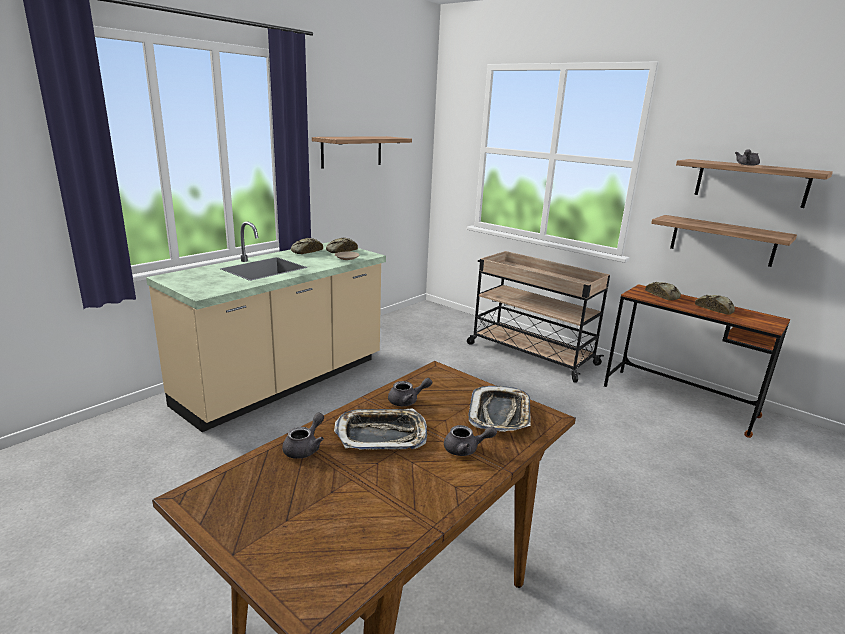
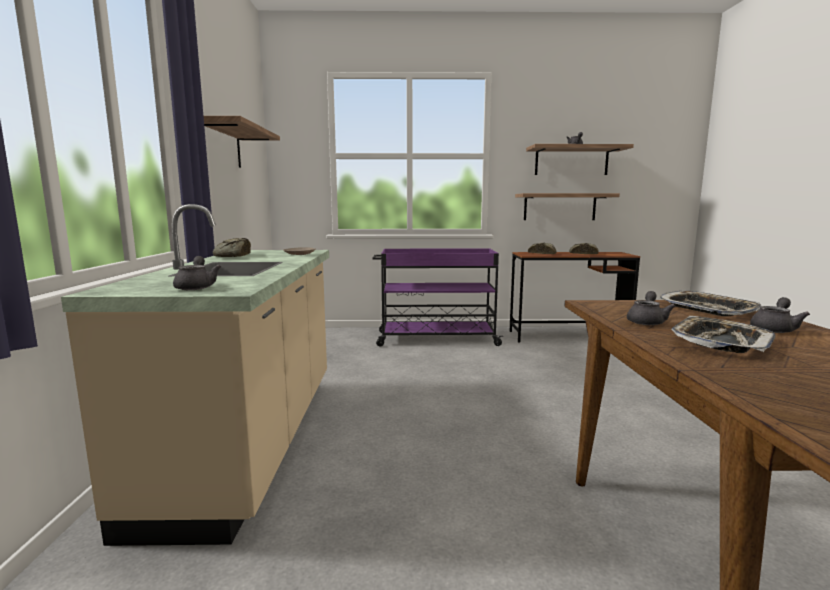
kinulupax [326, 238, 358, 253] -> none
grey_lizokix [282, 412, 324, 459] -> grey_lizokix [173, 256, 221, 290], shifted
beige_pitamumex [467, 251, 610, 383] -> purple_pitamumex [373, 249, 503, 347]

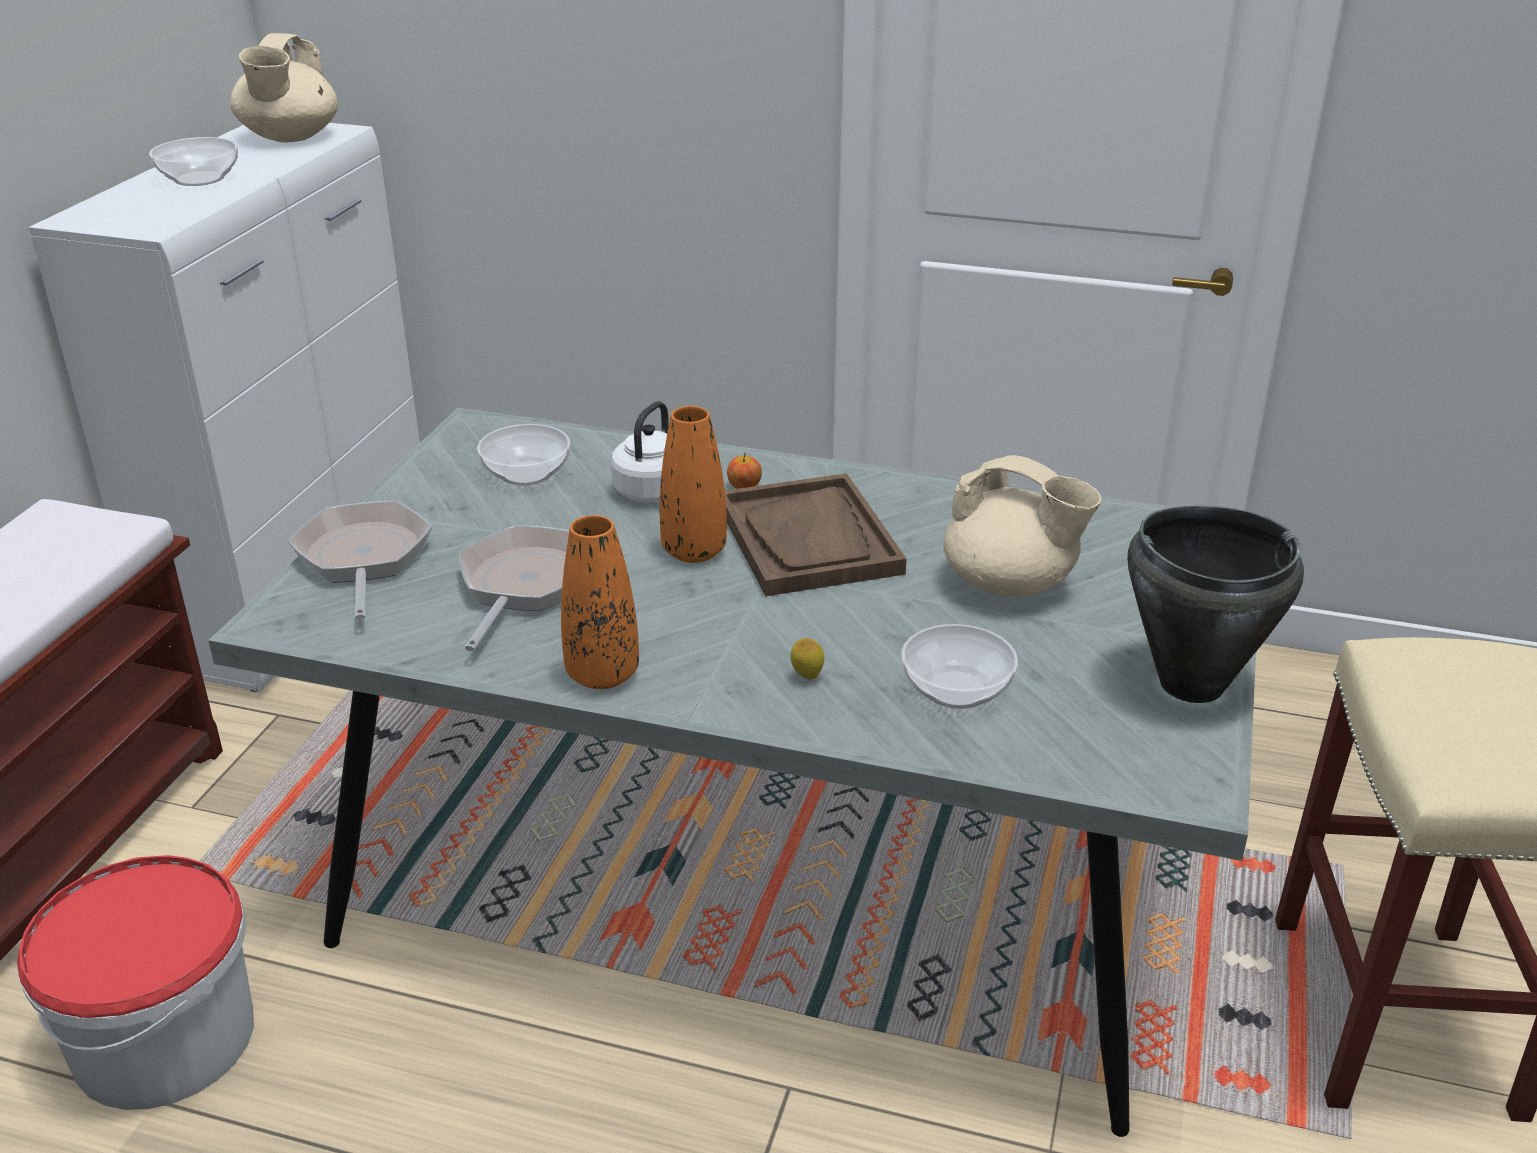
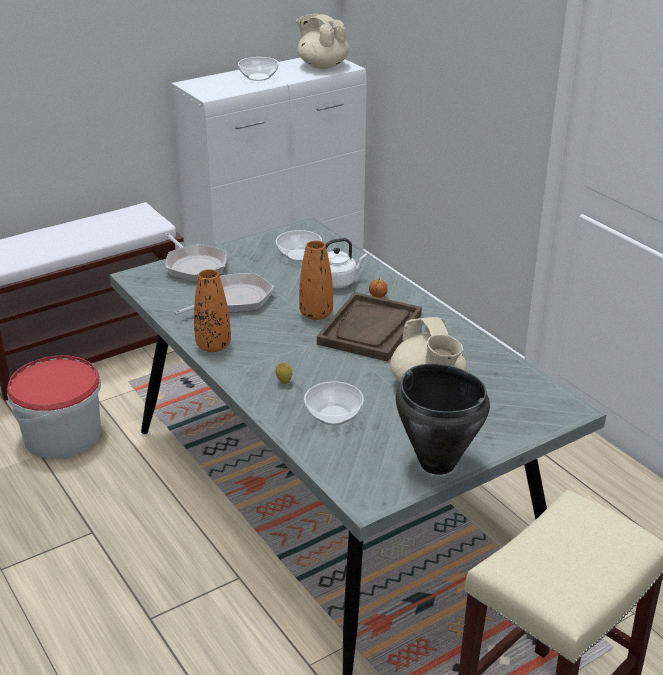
beige_lizokix [230, 33, 338, 143] -> beige_lizokix [296, 14, 349, 69], 90 degrees clockwise
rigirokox [288, 500, 433, 620] -> rigirokox [165, 233, 227, 282], 120 degrees clockwise

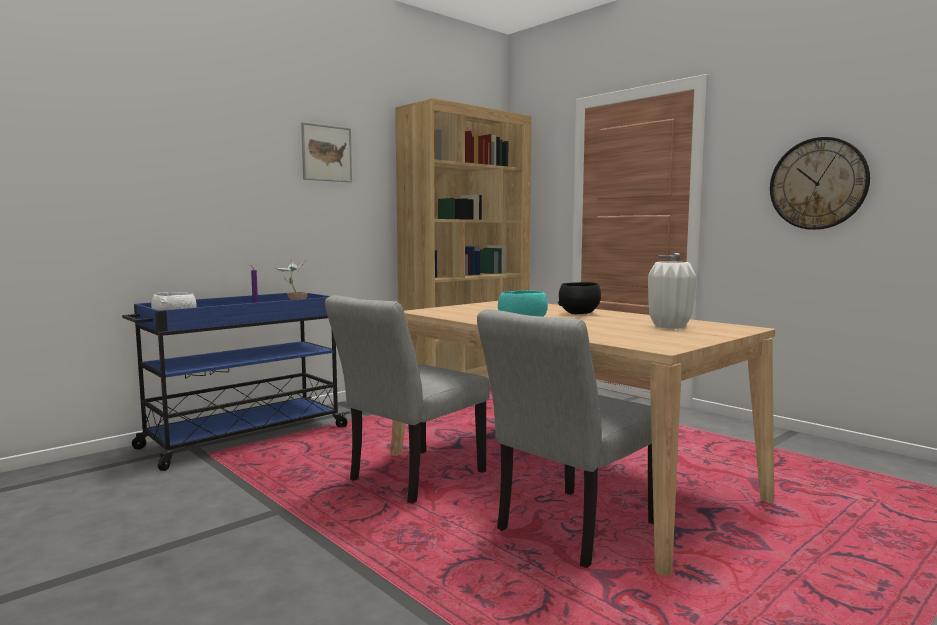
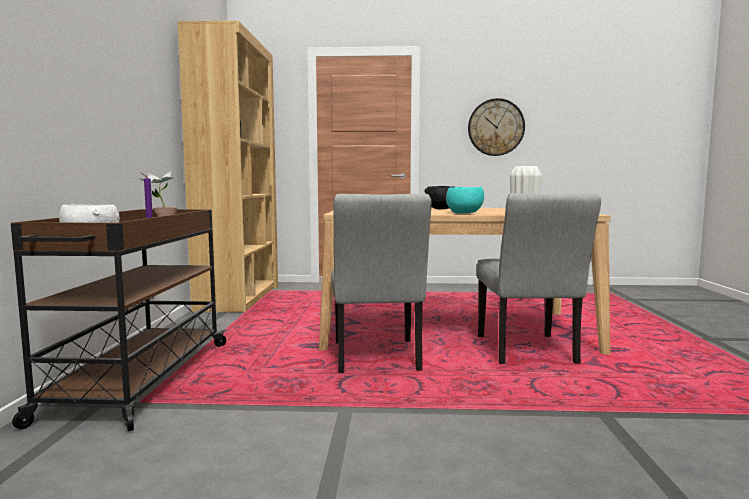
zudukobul [301, 122, 352, 182] -> none
blue_pitamumex [122, 293, 349, 471] -> brown_pitamumex [11, 209, 228, 431]

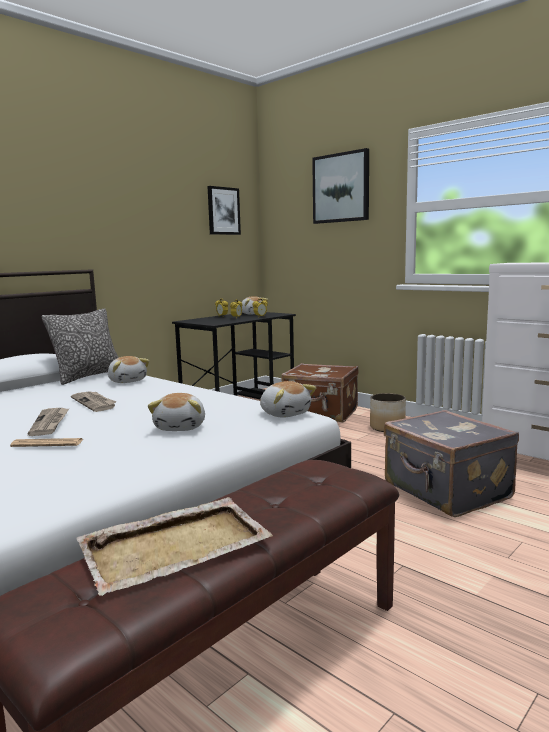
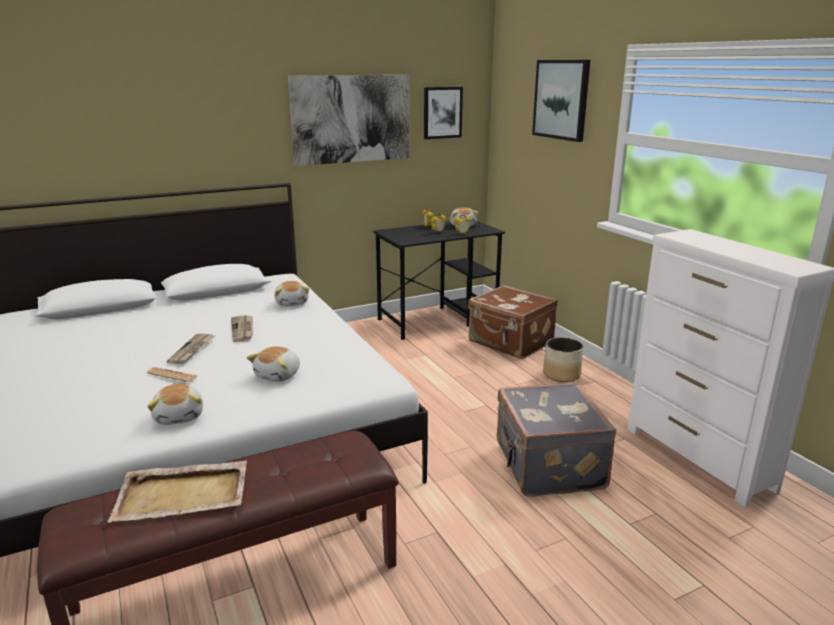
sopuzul [42, 308, 119, 385] -> none
none -> zudukobul [288, 75, 409, 166]
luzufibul [260, 381, 316, 418] -> luzufibul [147, 384, 203, 425], shifted

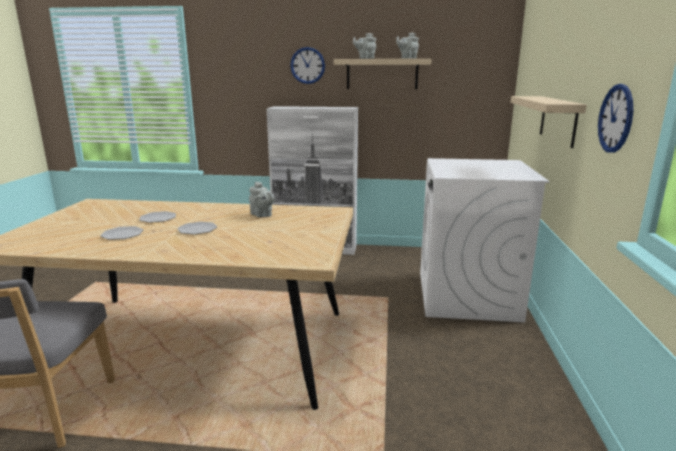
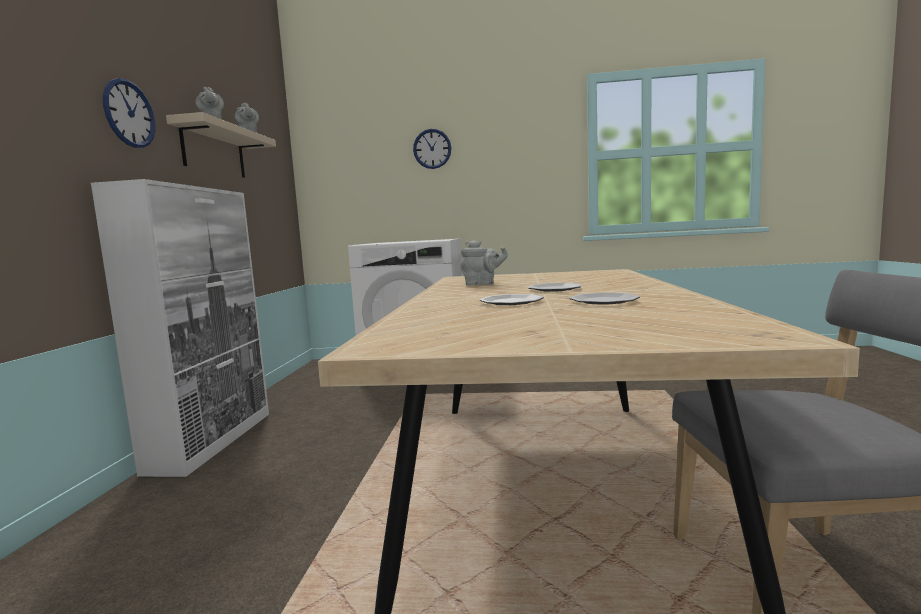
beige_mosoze [511, 96, 587, 148] -> none
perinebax [598, 84, 633, 153] -> perinebax [413, 129, 451, 169], shifted
grey_lizokix [249, 181, 275, 217] -> grey_lizokix [460, 240, 508, 285], 45 degrees clockwise

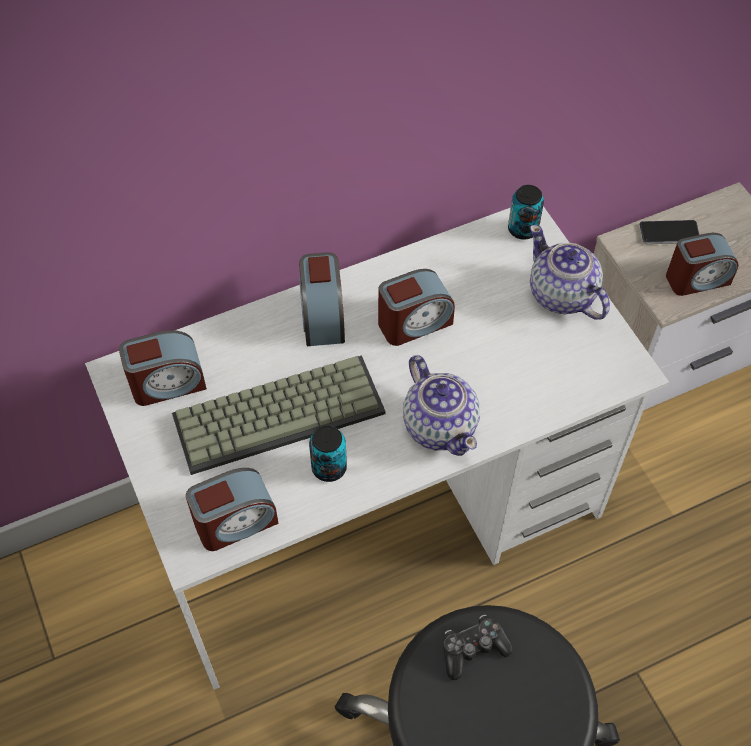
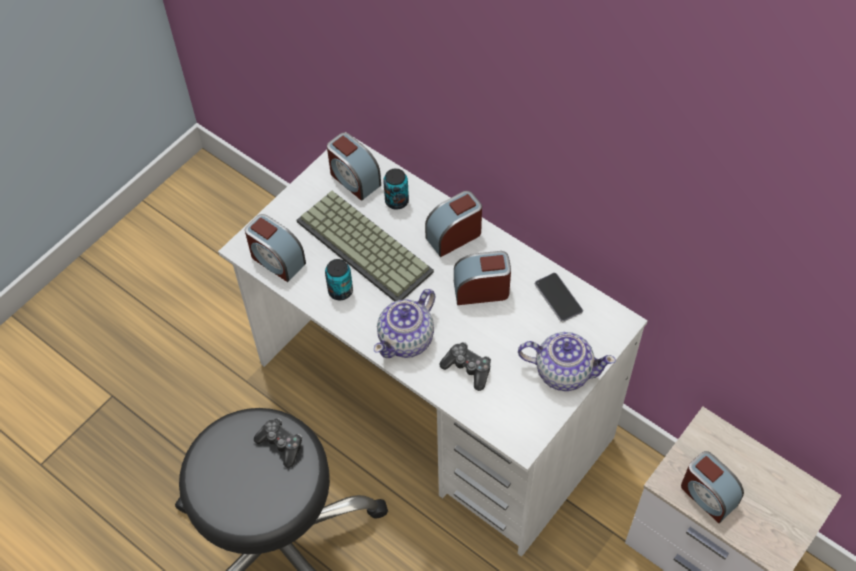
none -> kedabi [440, 342, 491, 391]
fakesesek [508, 185, 544, 240] -> fakesesek [383, 168, 409, 210], shifted
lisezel [639, 220, 700, 244] -> lisezel [535, 273, 583, 322], shifted
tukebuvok [378, 269, 455, 346] -> tukebuvok [454, 251, 511, 305], 135 degrees clockwise
lizokix [530, 225, 610, 320] -> lizokix [518, 332, 616, 391], 75 degrees clockwise

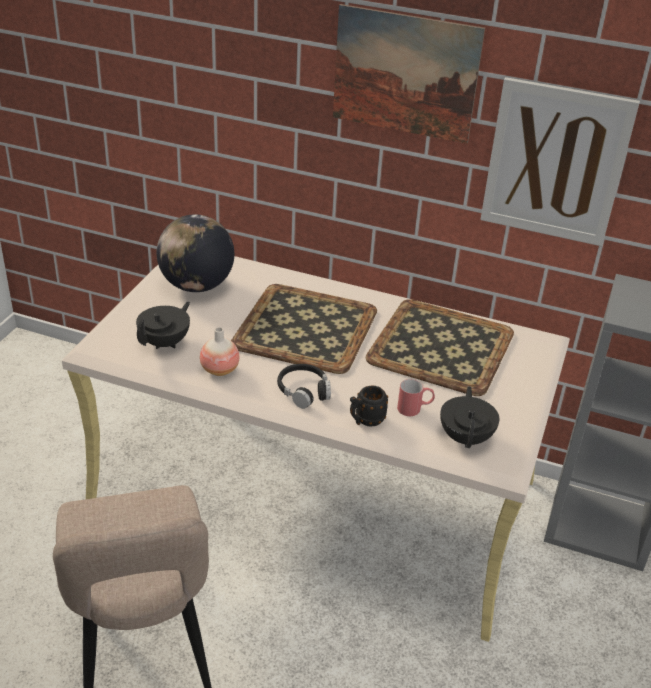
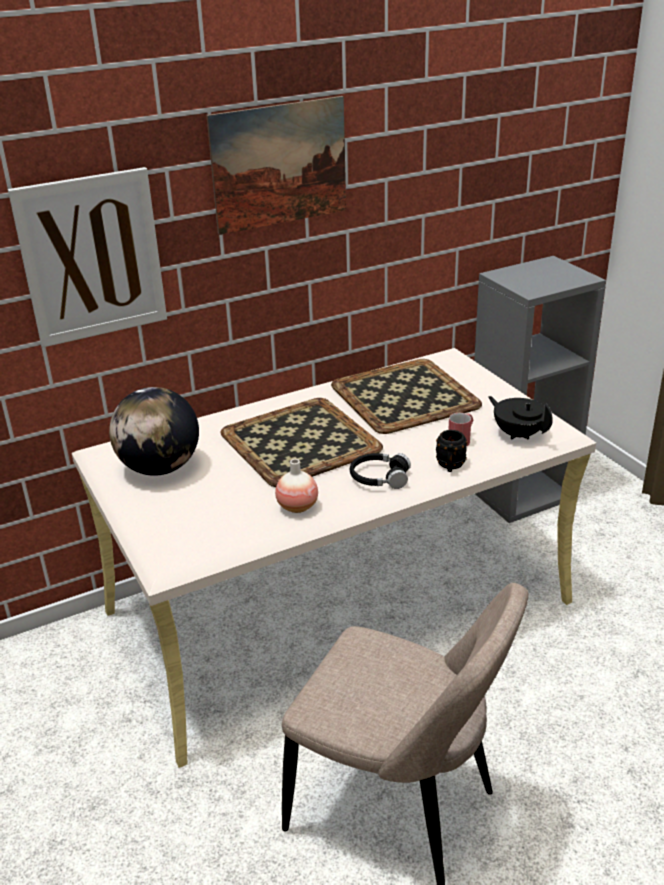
black_lizokix [136, 302, 190, 349] -> none
zudukobul [480, 77, 640, 246] -> zudukobul [8, 167, 167, 348], shifted

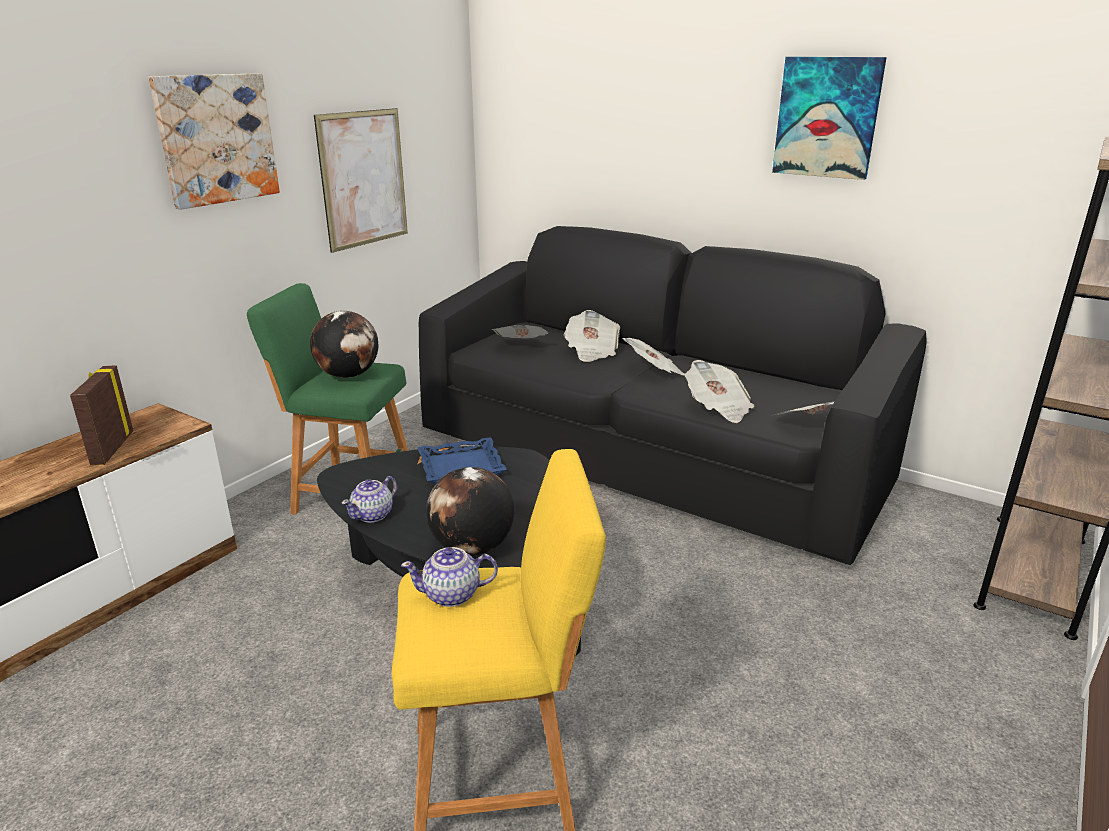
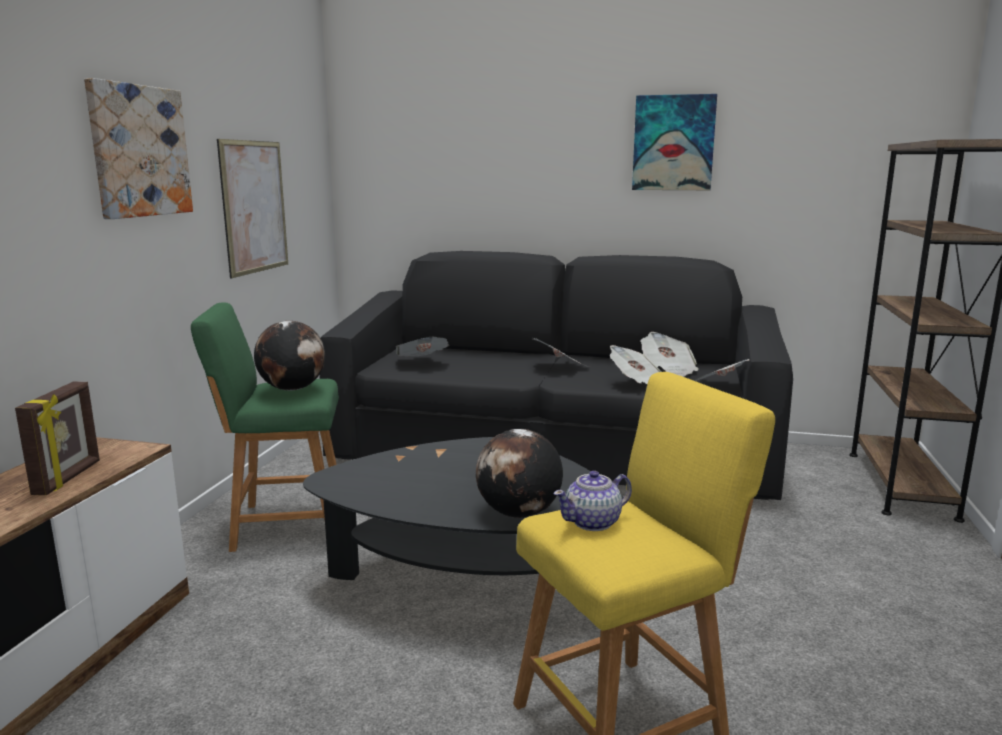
lizokix [342, 476, 397, 523] -> none
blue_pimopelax [417, 437, 507, 484] -> none
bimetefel [564, 310, 620, 362] -> bimetefel [640, 332, 699, 377], shifted
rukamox [70, 365, 133, 465] -> rukamox [15, 381, 100, 495], 150 degrees counterclockwise

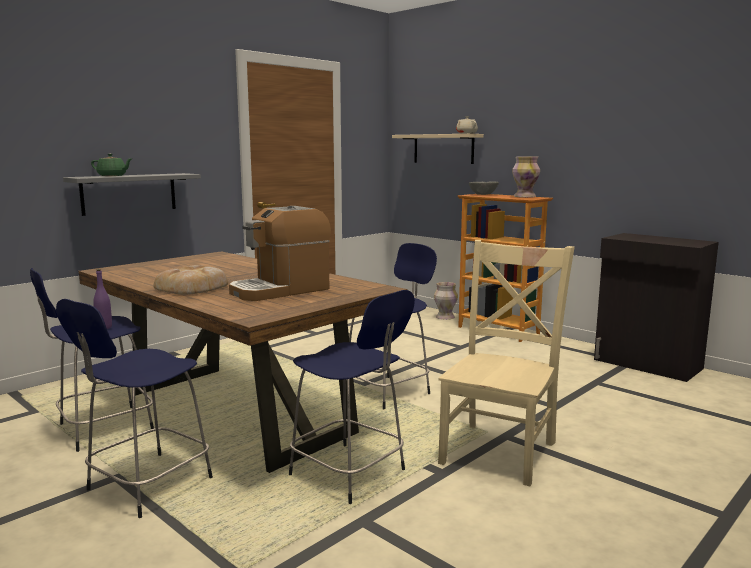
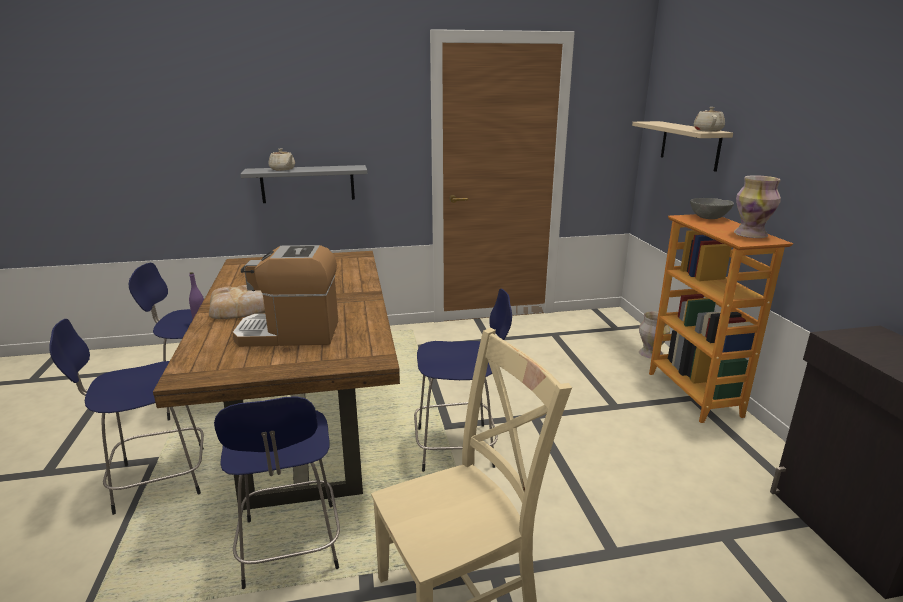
green_lizokix [91, 154, 133, 176] -> beige_lizokix [268, 149, 295, 171]

